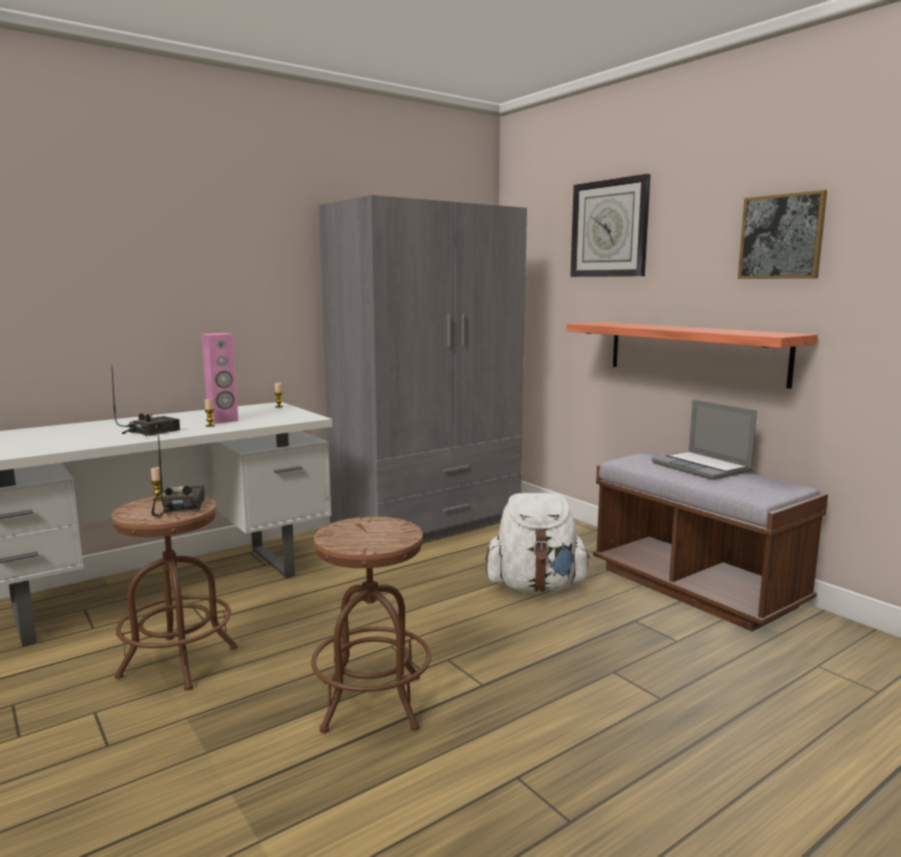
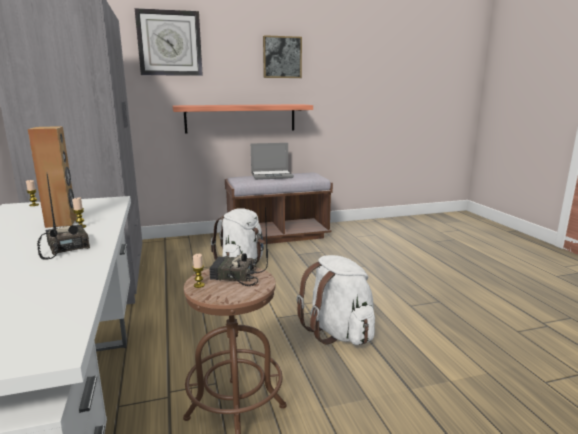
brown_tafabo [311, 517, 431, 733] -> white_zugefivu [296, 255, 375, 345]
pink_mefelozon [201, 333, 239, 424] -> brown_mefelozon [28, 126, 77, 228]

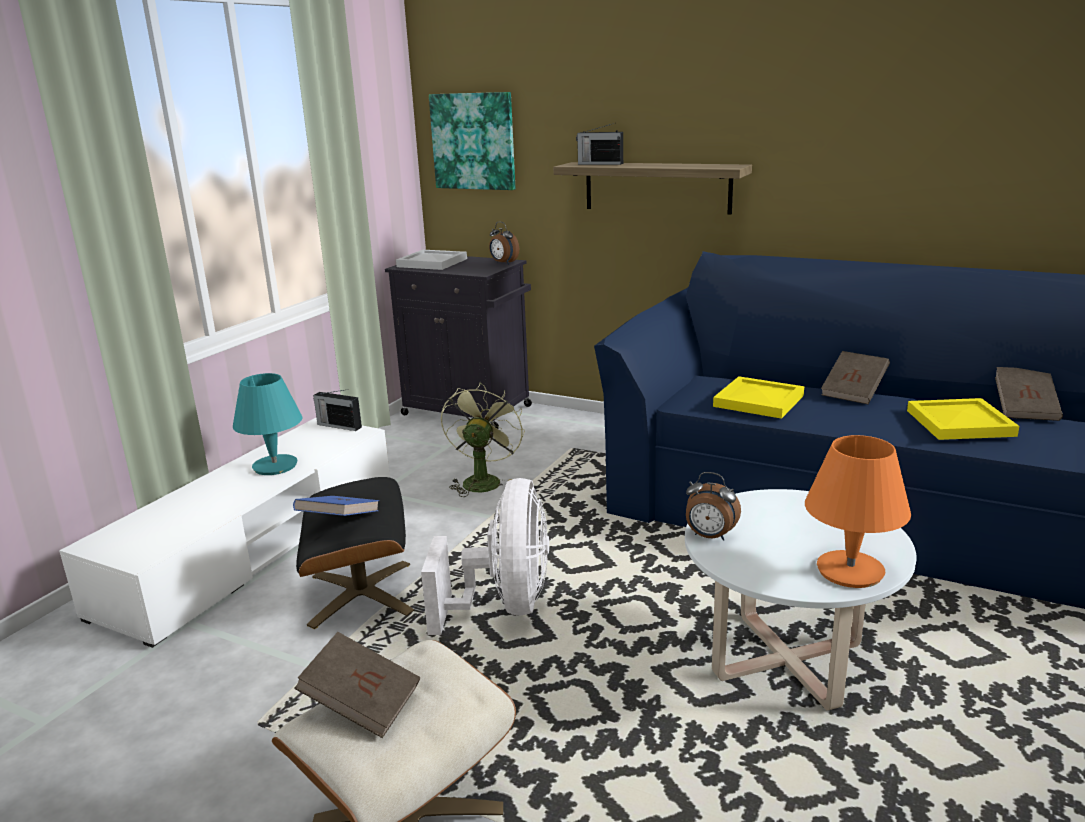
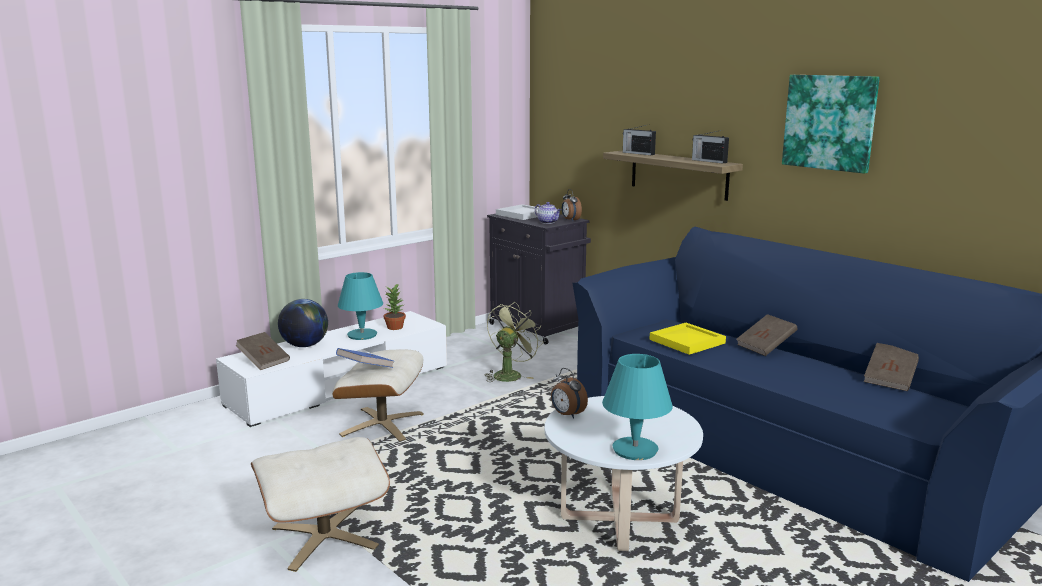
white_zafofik [421, 478, 549, 635] -> none
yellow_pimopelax [907, 398, 1019, 440] -> none
none -> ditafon [278, 299, 328, 347]
none -> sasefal [384, 283, 406, 330]
none -> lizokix [535, 202, 561, 224]
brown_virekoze [294, 632, 420, 738] -> brown_virekoze [236, 332, 290, 370], shifted
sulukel [313, 390, 362, 431] -> sulukel [692, 130, 729, 163], shifted
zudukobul [429, 92, 515, 190] -> zudukobul [782, 75, 880, 174], shifted
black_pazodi [296, 477, 414, 629] -> beige_pazodi [332, 350, 424, 441]
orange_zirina [805, 435, 911, 588] -> turquoise_zirina [602, 354, 673, 460]

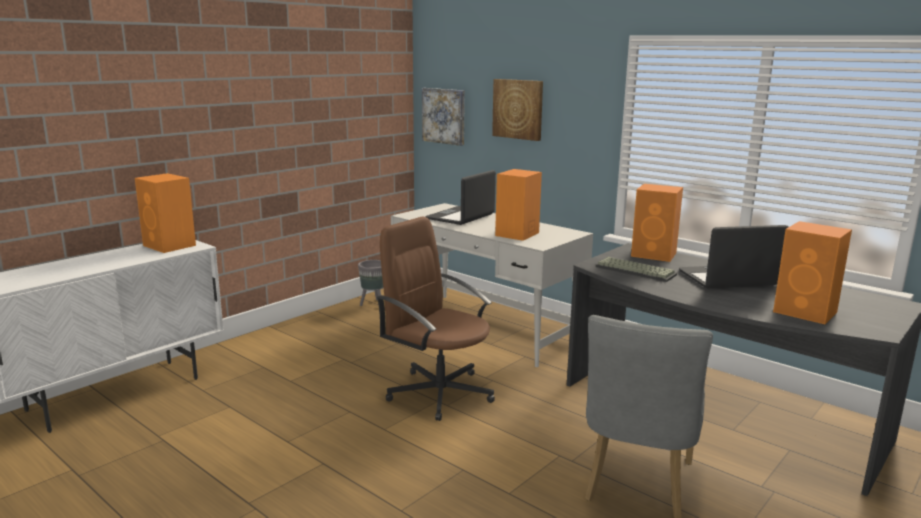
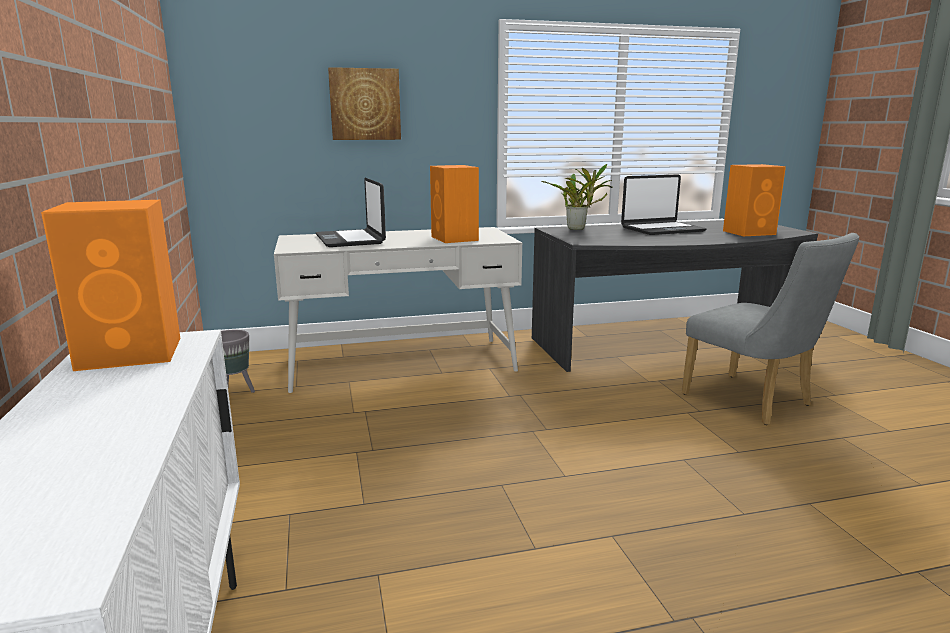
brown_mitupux [376, 217, 495, 421] -> none
zudukobul [422, 88, 465, 146] -> none
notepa [596, 257, 677, 282] -> none
orange_mefelozon [631, 184, 683, 262] -> sasefal [541, 164, 613, 230]
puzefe [679, 225, 788, 288] -> puzefe [621, 174, 707, 235], 135 degrees counterclockwise

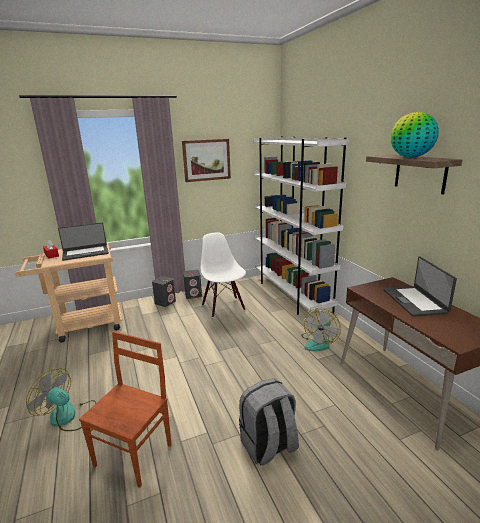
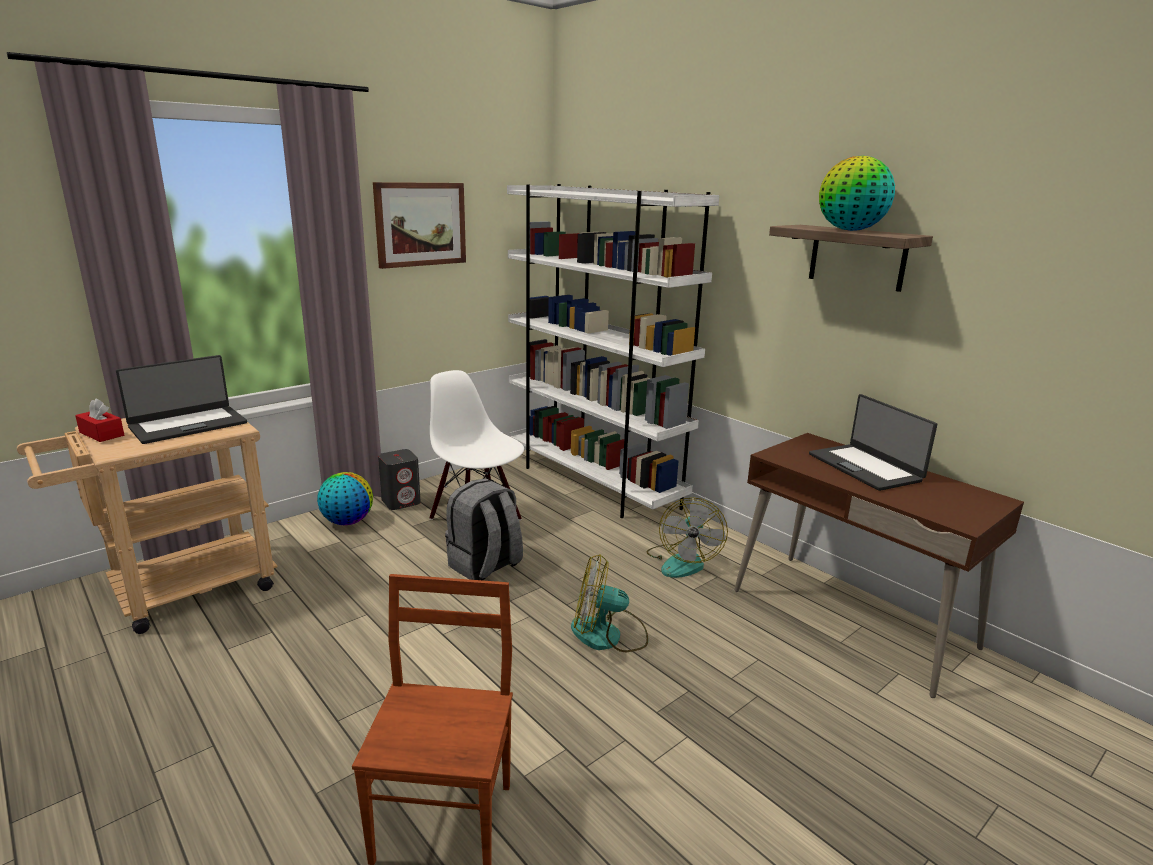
zafofik [26, 368, 96, 431] -> zafofik [571, 555, 649, 652], shifted
grey_zugefivu [239, 378, 299, 465] -> grey_zugefivu [445, 478, 523, 580], shifted
grey_mefelozon [152, 276, 176, 307] -> ditafon [317, 472, 373, 525]

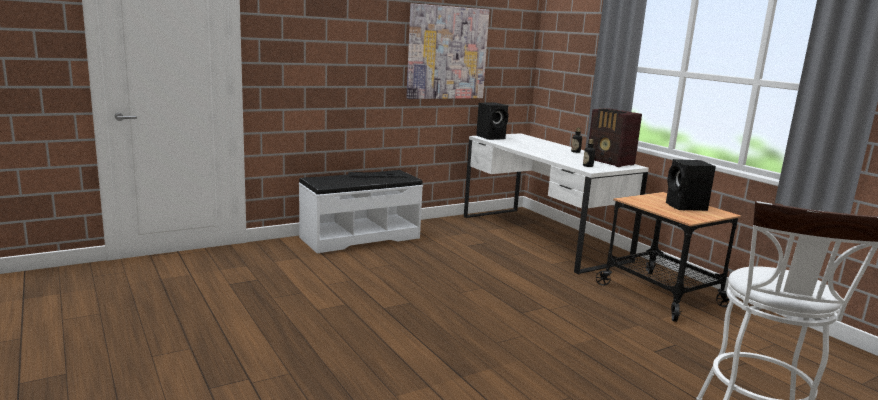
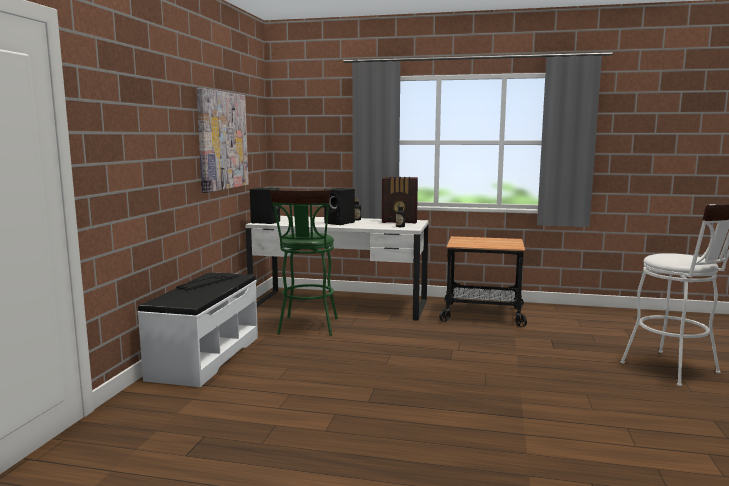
none -> green_tafabo [270, 189, 338, 336]
black_mefelozon [666, 159, 716, 211] -> black_mefelozon [324, 188, 355, 225], shifted

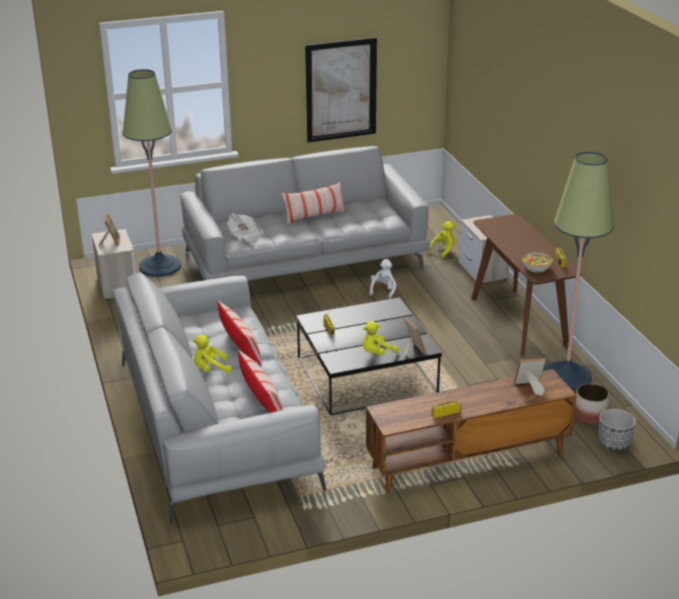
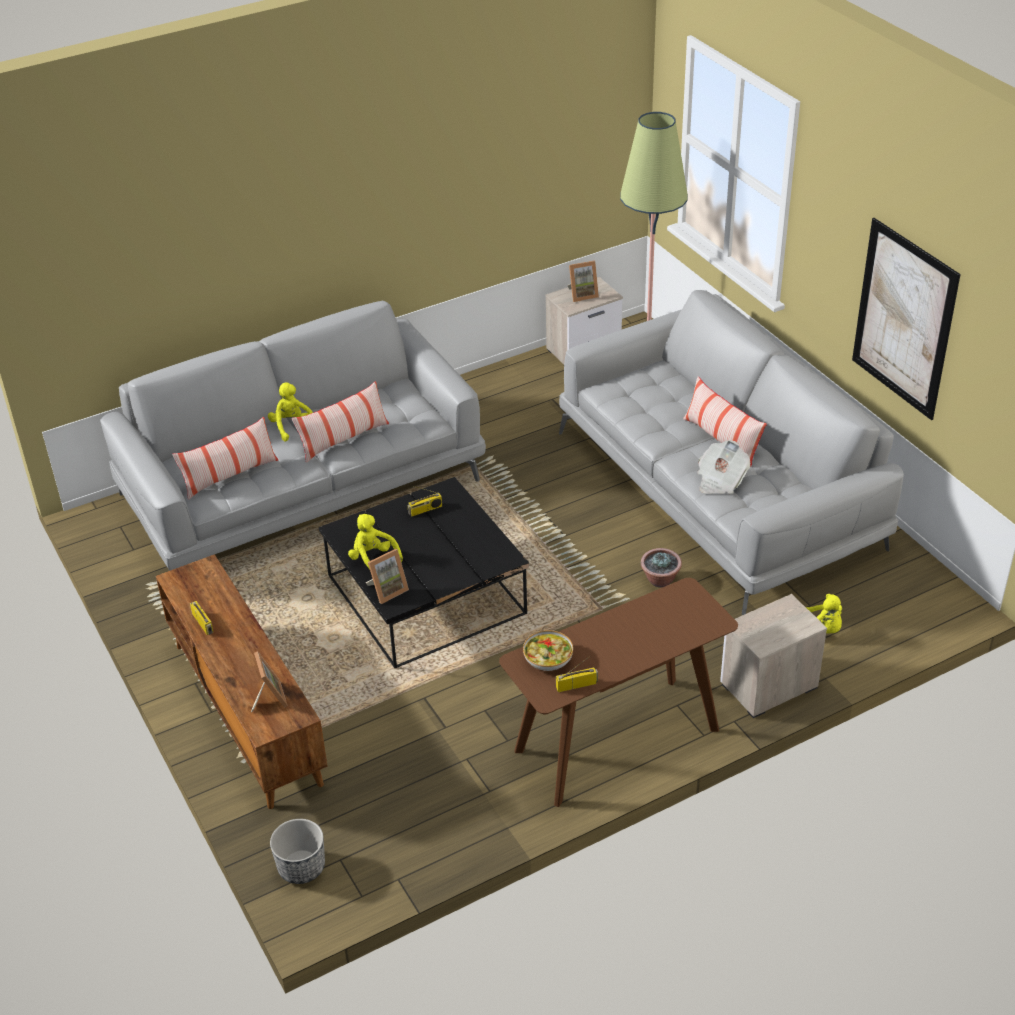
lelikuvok [543, 152, 614, 391] -> none
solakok [574, 383, 610, 425] -> none
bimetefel [227, 214, 263, 244] -> bimetefel [697, 440, 751, 494], shifted
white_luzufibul [369, 259, 397, 299] -> sasefal [641, 548, 682, 587]

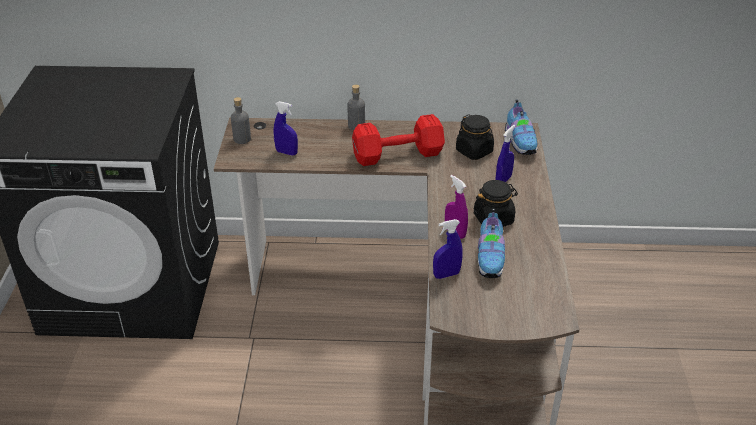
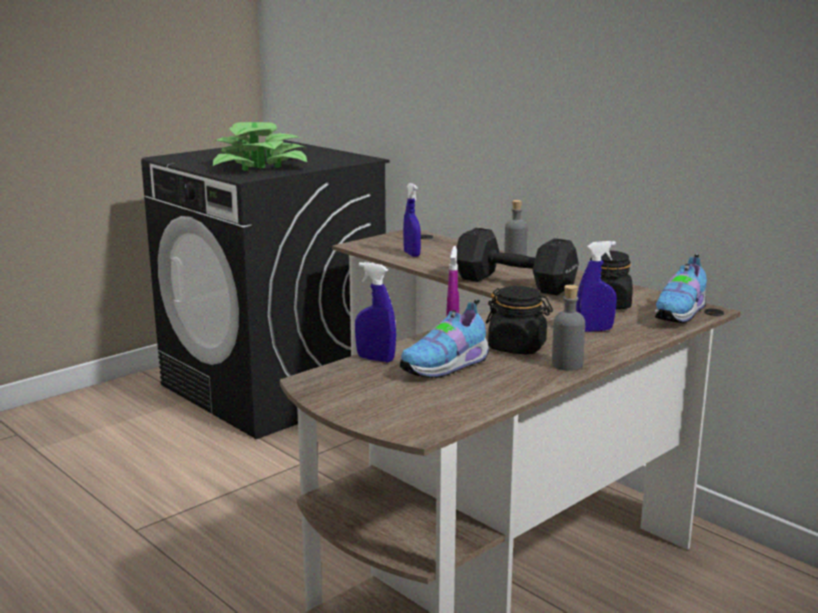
none -> sasefal [213, 122, 307, 171]
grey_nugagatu [231, 97, 251, 144] -> grey_nugagatu [552, 285, 585, 371], shifted
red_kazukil [352, 114, 445, 166] -> black_kazukil [457, 227, 579, 295]

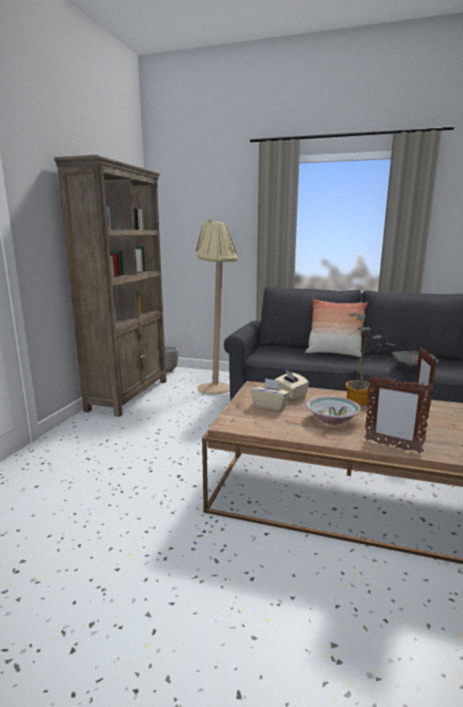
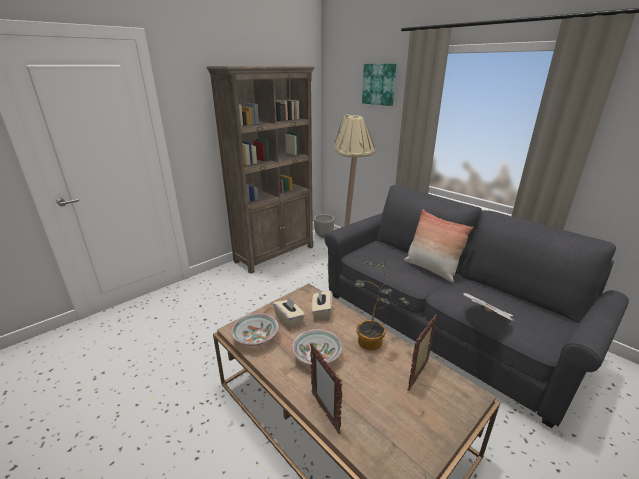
none -> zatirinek [231, 313, 279, 346]
none -> zudukobul [362, 64, 397, 106]

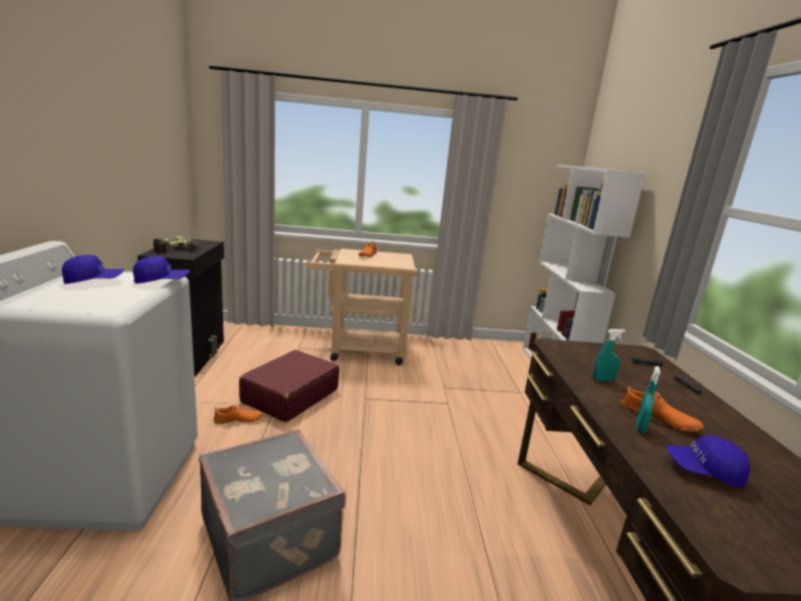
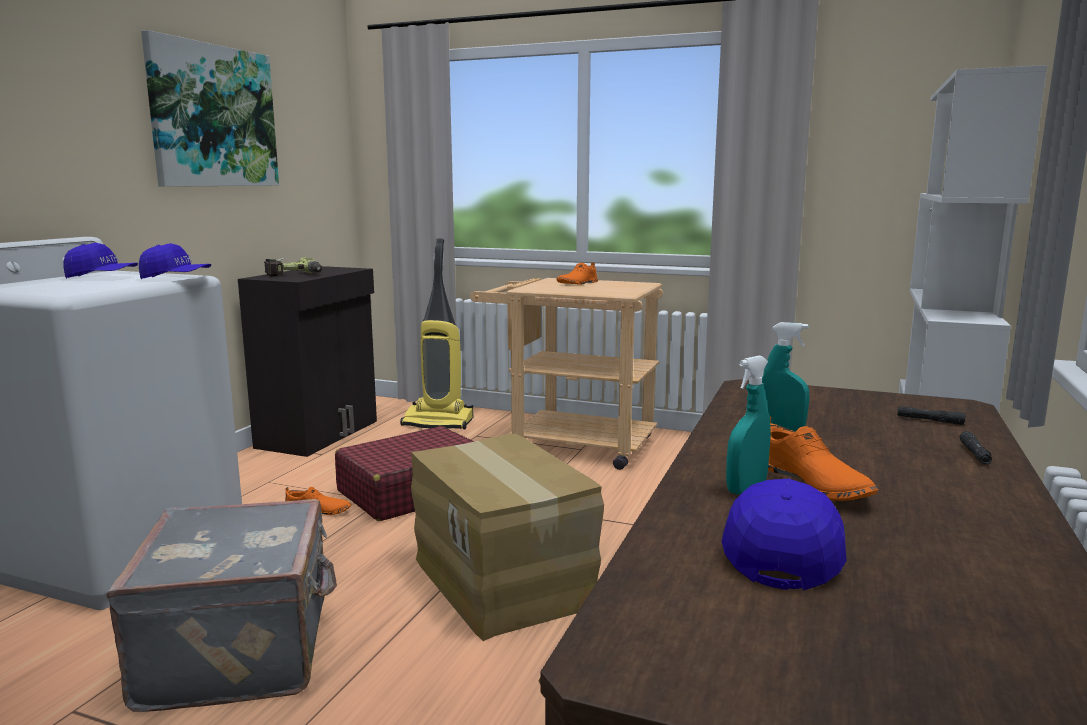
none -> zudukobul [141, 30, 279, 187]
none -> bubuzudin [400, 238, 473, 429]
none -> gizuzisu [411, 434, 604, 641]
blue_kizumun [666, 435, 750, 488] -> blue_kizumun [721, 479, 847, 590], 75 degrees clockwise

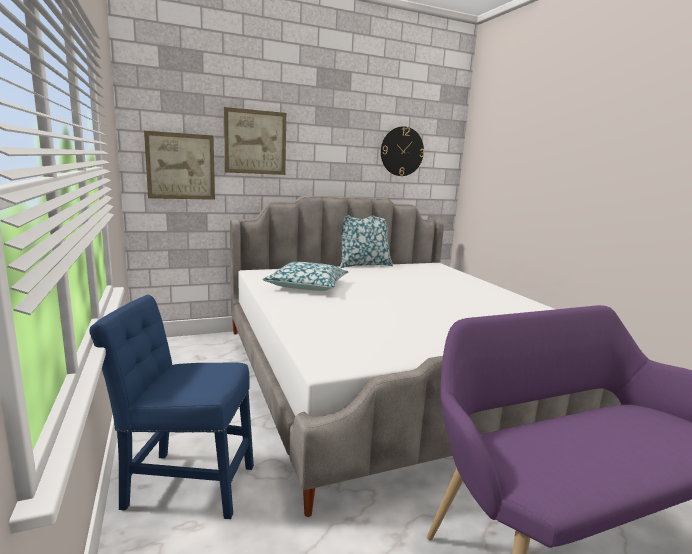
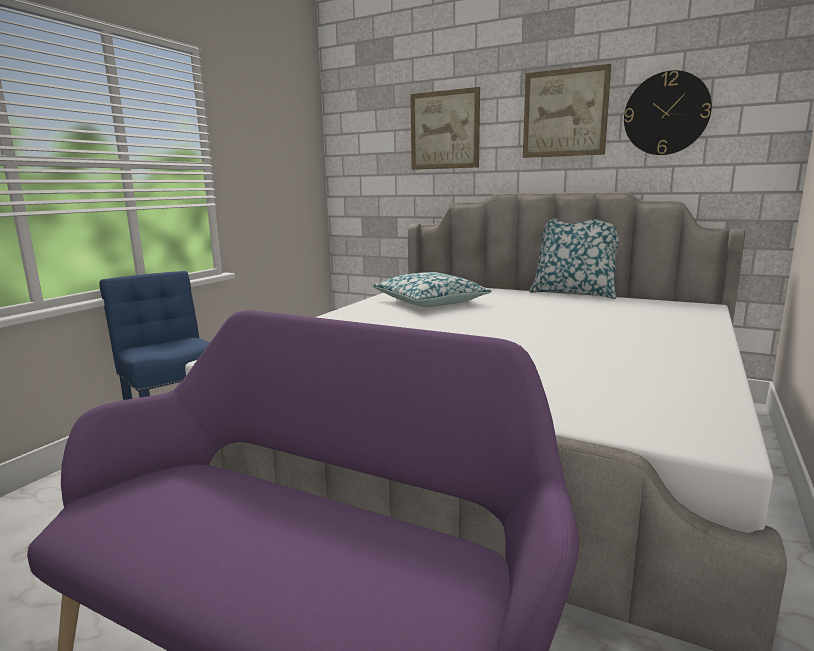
zudukobul [144, 131, 215, 200] -> zudukobul [523, 64, 611, 158], shifted

